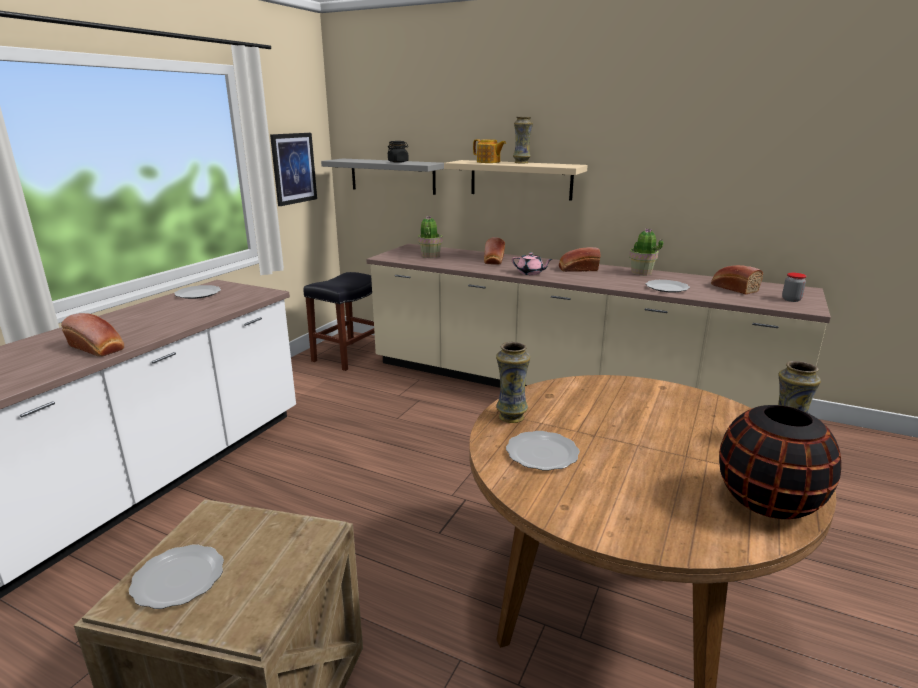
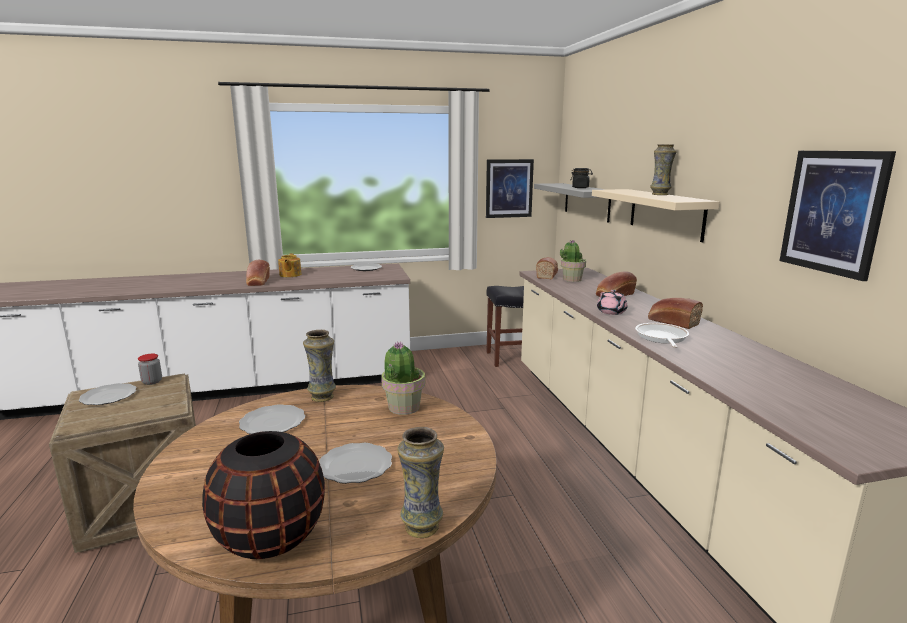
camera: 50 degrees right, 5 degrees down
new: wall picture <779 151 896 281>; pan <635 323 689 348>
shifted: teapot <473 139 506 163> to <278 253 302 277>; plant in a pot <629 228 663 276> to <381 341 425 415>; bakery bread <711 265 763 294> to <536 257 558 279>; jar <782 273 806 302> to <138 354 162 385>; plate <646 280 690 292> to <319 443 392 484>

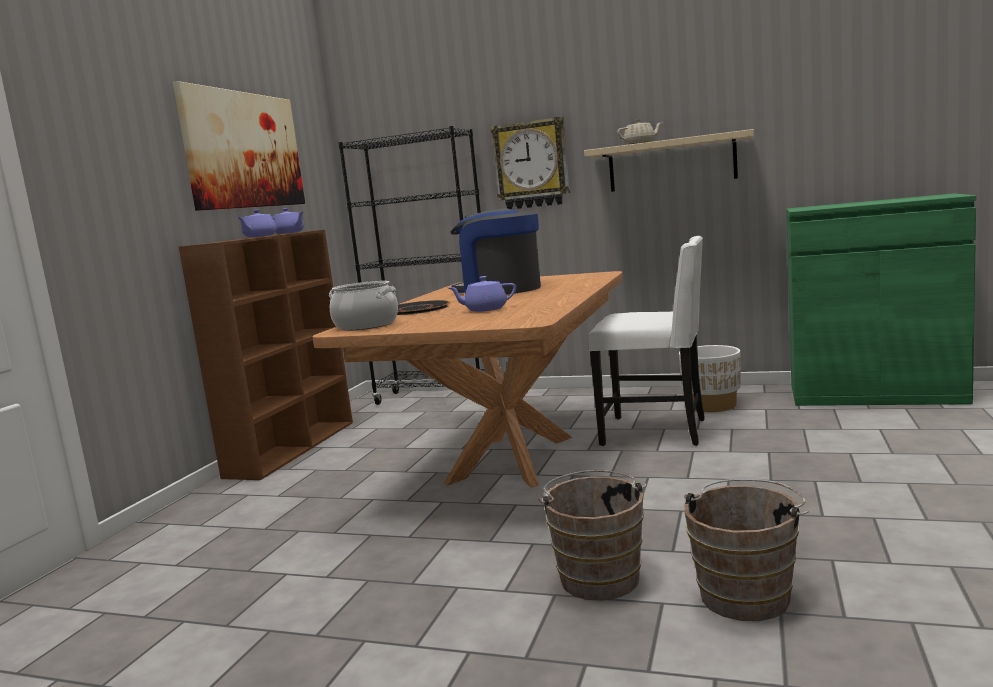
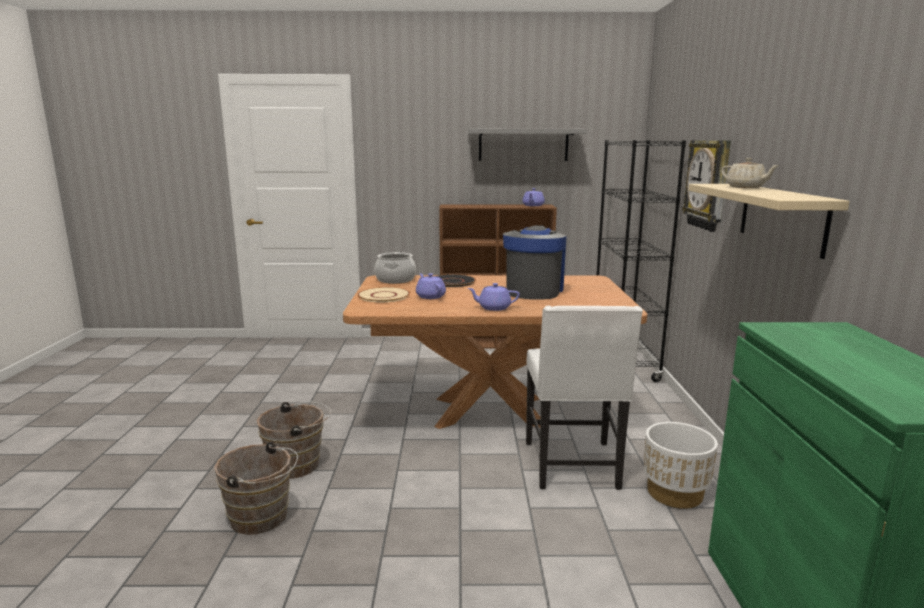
camera: 70 degrees right, 5 degrees up
new: sand-coloured plate <358 287 410 302>
shifted: purple teapot <237 210 277 237> to <467 283 520 311>
swapped: wall picture <173 81 305 211> to greyish bracket shelf <468 129 587 161>

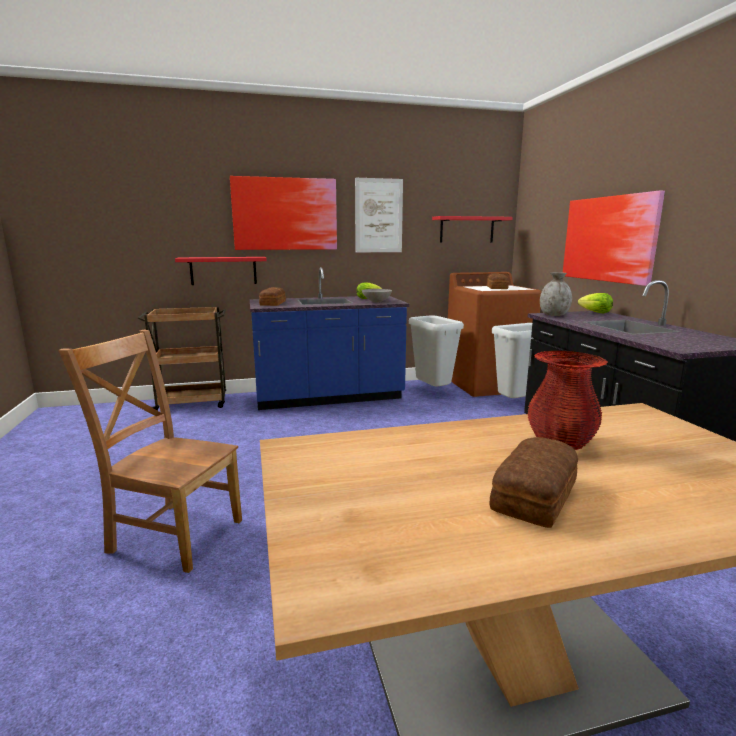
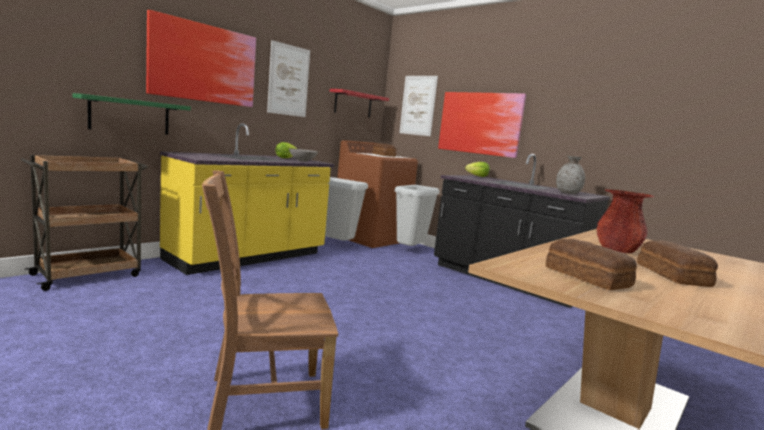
camera: 35 degrees left, 5 degrees down
new: wall picture <399 76 438 136>
shifted: greyish decorative vase <540 272 572 316> to <556 156 585 194>; bakery bread <259 287 286 306> to <546 239 637 290>
repainted: red bracket shelf <175 257 267 285> to green bracket shelf <73 93 191 135>; blue kitchen counter <250 267 409 410> to yellow-coloured kitchen counter <160 123 334 275>

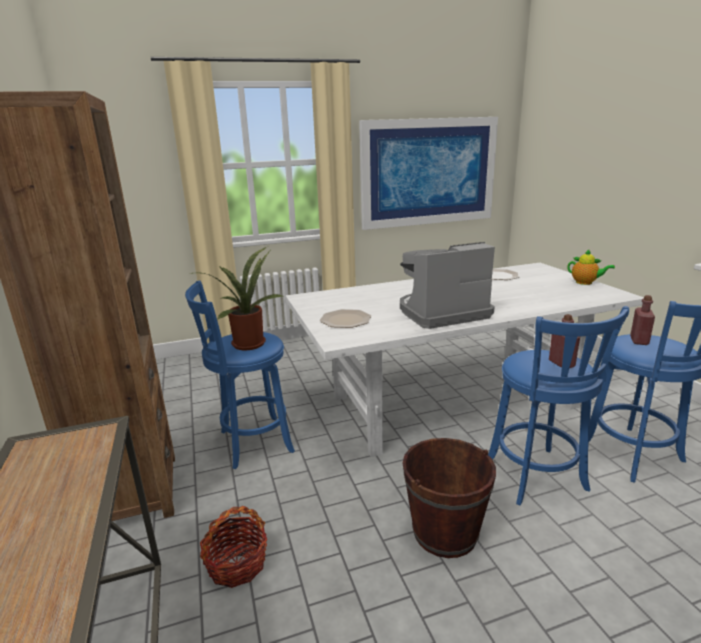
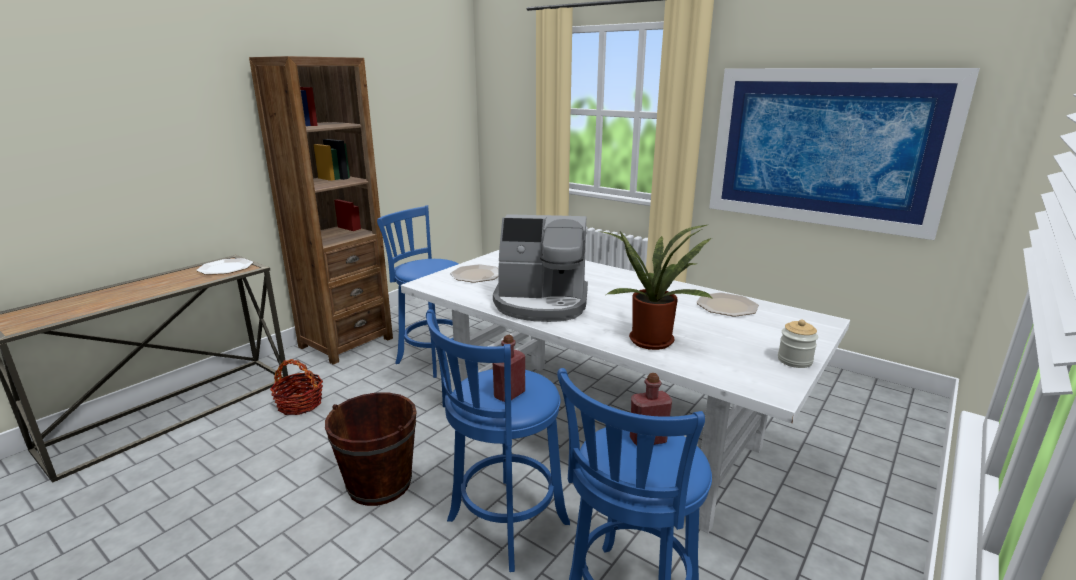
camera: 55 degrees right, 0 degrees up
new: plate <197 258 253 275>
shifted: plant in a pot <188 246 282 350> to <598 225 714 350>
swapped: teapot <567 249 615 285> to jar <778 320 818 368>
rotated: coffee maker <400 242 495 329> = <493 214 588 322> 150 degrees clockwise

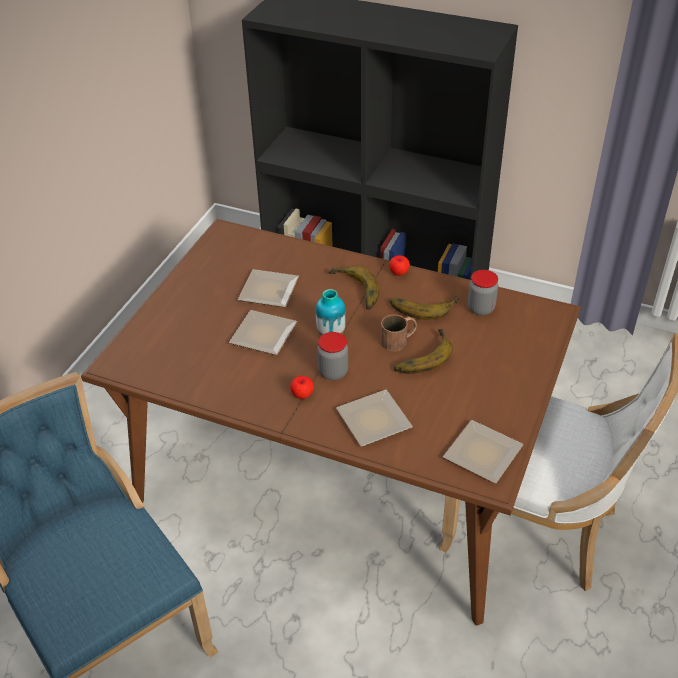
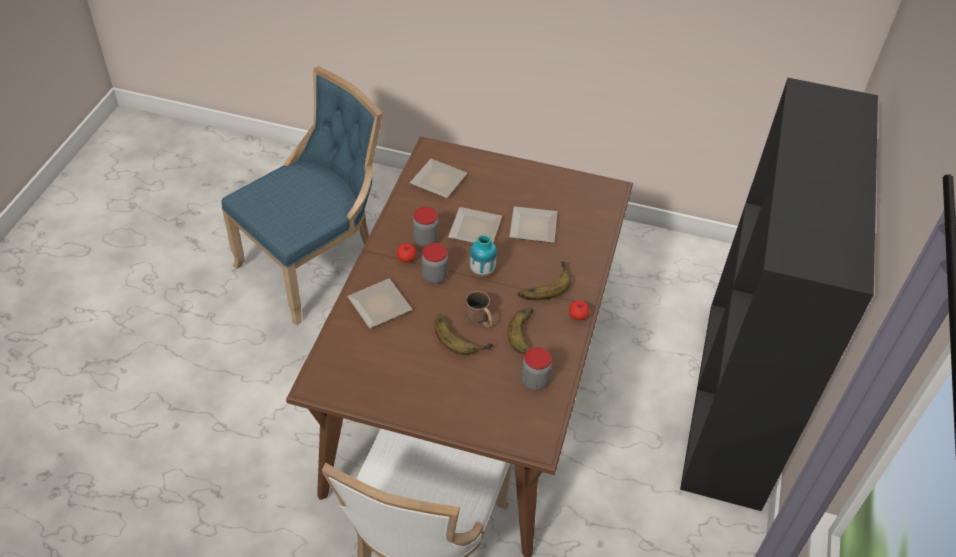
camera: 80 degrees right, 5 degrees up
new: jar <413 207 439 247>
shifted: plate <443 420 523 483> to <410 159 467 198>

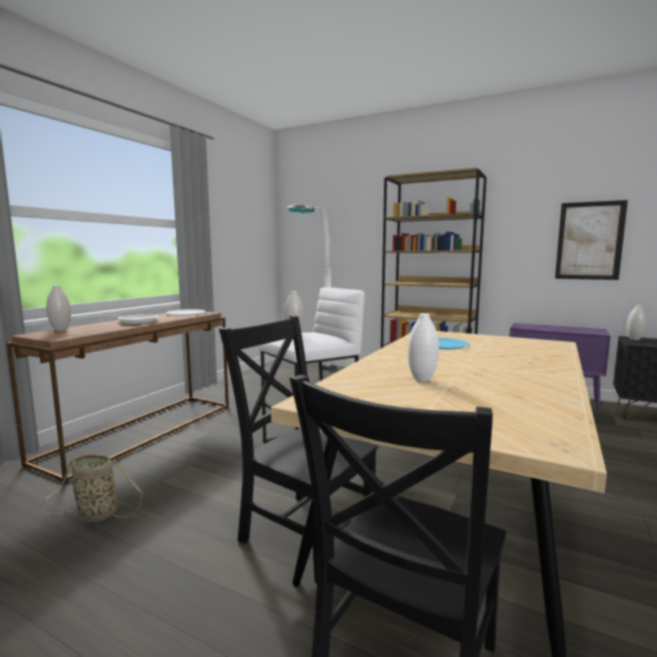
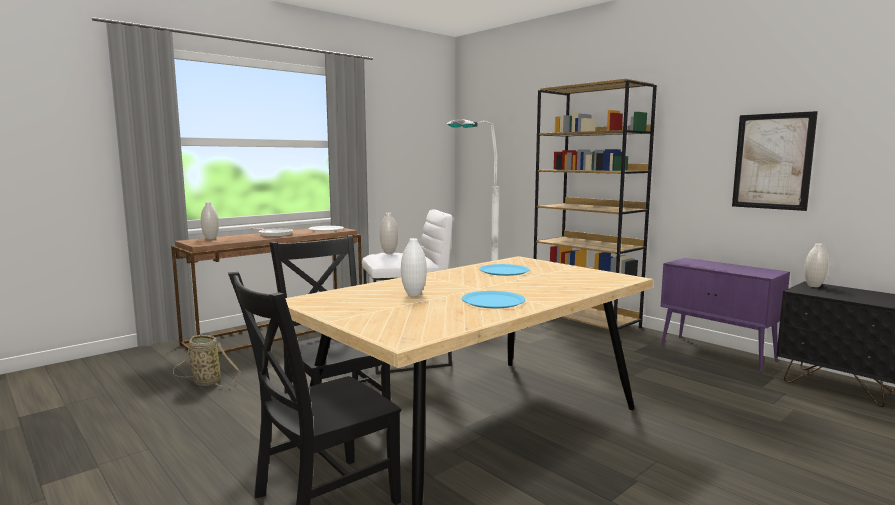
camera: 20 degrees right, 0 degrees up
new: blue plate <462 291 525 308>

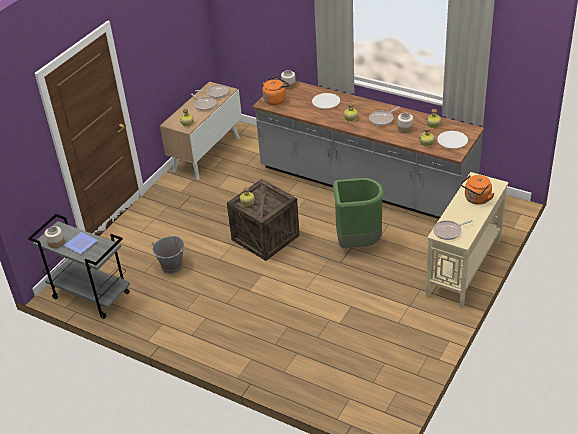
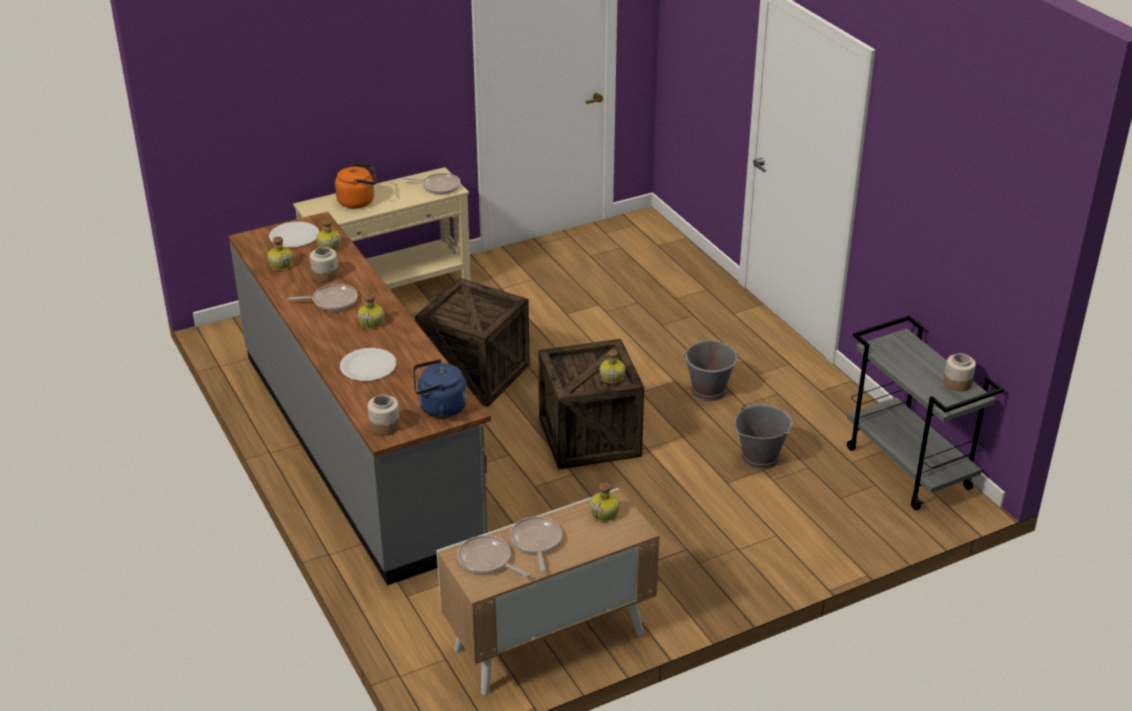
camera: 150 degrees left, 5 degrees down
gone: plate <64 232 98 254>
new: greyish water bucket <682 340 740 401>
swapped: green trash can <333 178 384 248> to packing crate <415 278 530 407>
repainted: orange kettle <262 77 290 105> to blue kettle <413 359 467 418>

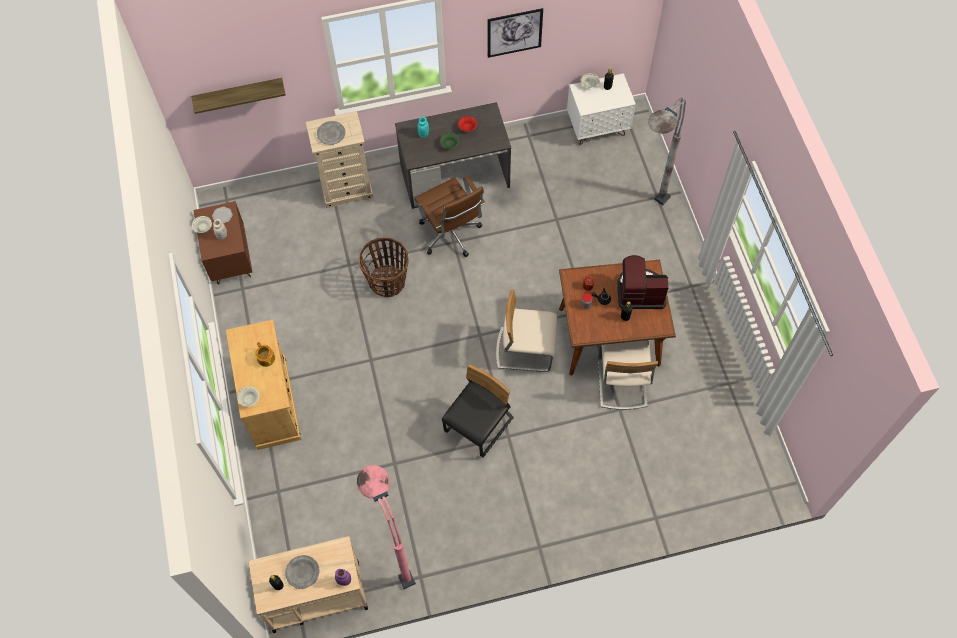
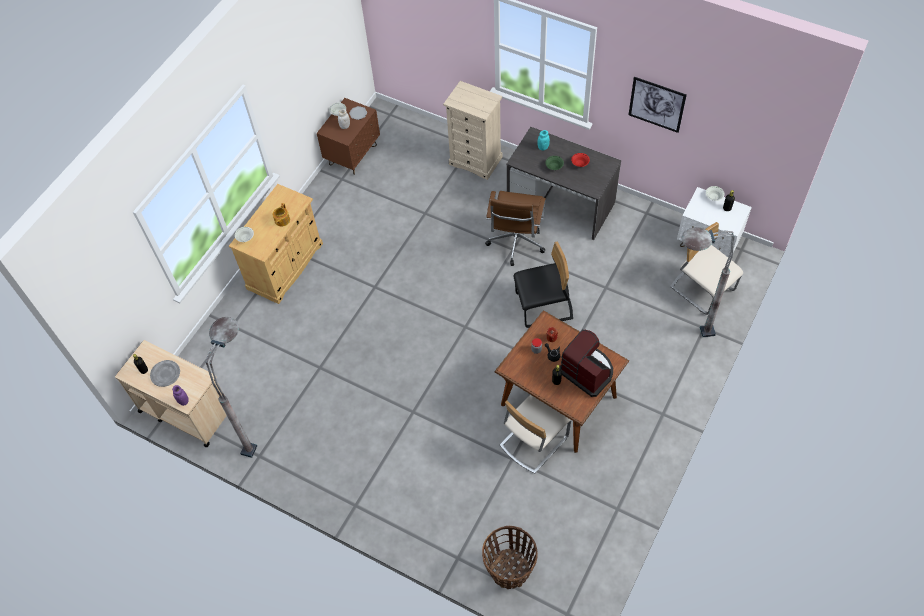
camera: 45 degrees right, 5 degrees down
gone: bracket shelf <191 78 286 114>; greyish plate <317 121 346 145>
shifted: household basket <359 238 409 297> to <482 526 538 589>; sand-coloured chair <496 289 557 372> to <670 222 743 315>; black chair <442 364 514 457> to <513 242 573 328>
repainted: pinkish floor lamp <357 465 416 589> to greyish floor lamp <206 317 257 458>

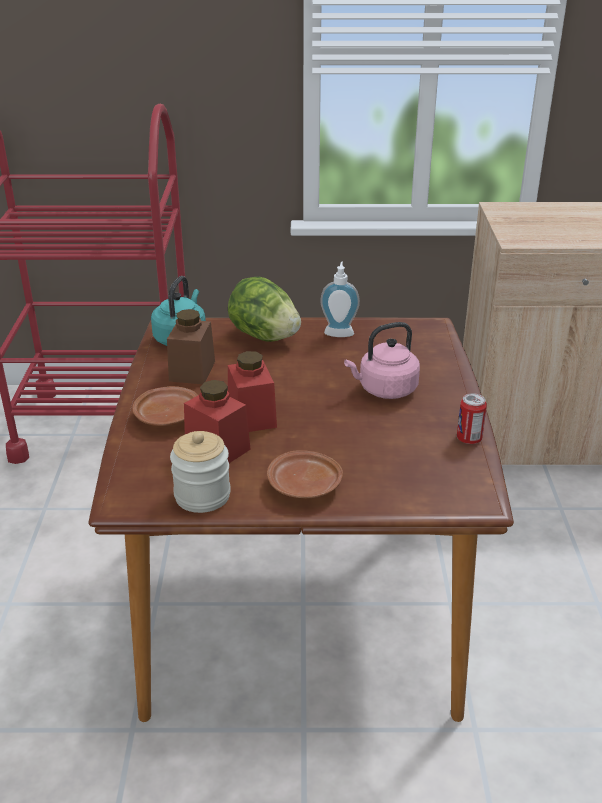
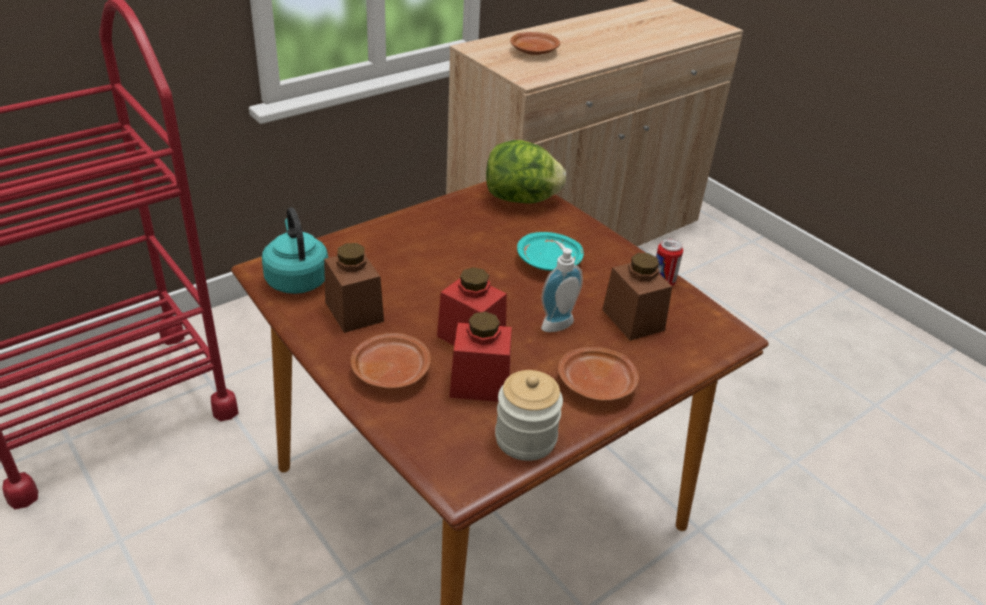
camera: 40 degrees left, 5 degrees up
new: brown plate <510 32 560 55>; brown jar <602 253 672 341>
shifted: liquid soap bottle <320 261 360 337> to <541 241 583 332>; lettuce head <228 277 301 342> to <486 140 566 203>
swapped: pinkish kettle <344 322 420 399> to blue-green plate <517 232 584 271>

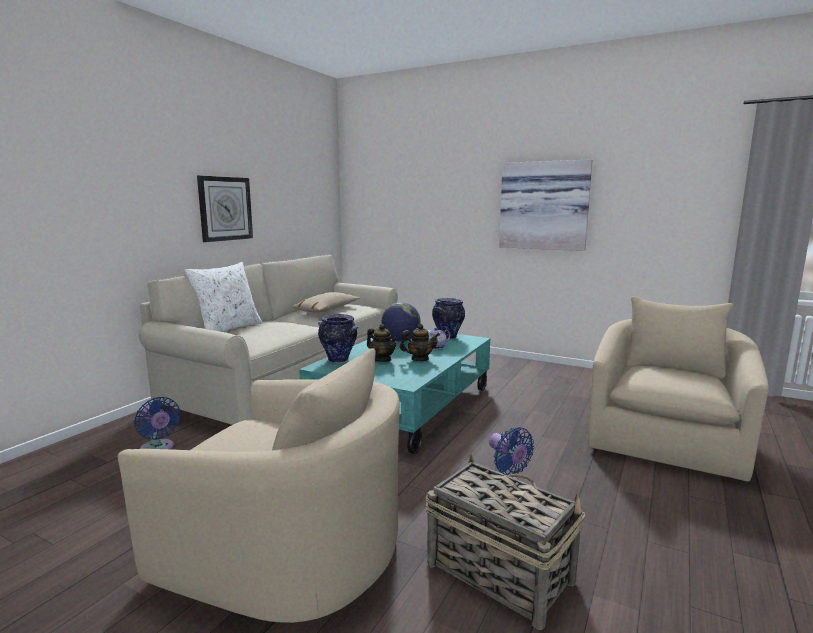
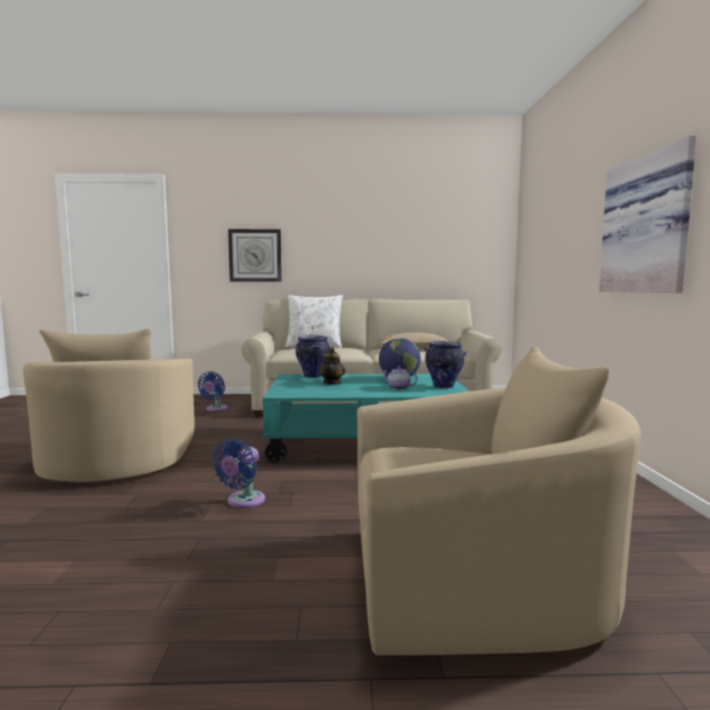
camera: 60 degrees right, 5 degrees down
gone: teapot <400 324 440 361>; household basket <425 453 585 630>
shifted: wall clock <197 175 253 242> to <228 229 282 282>

